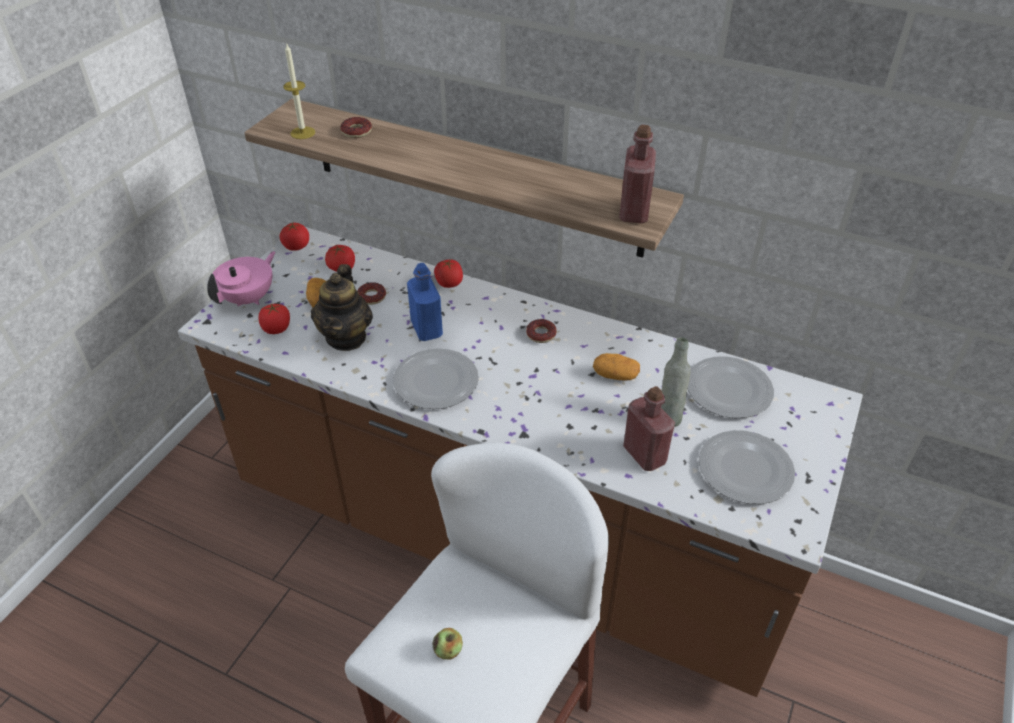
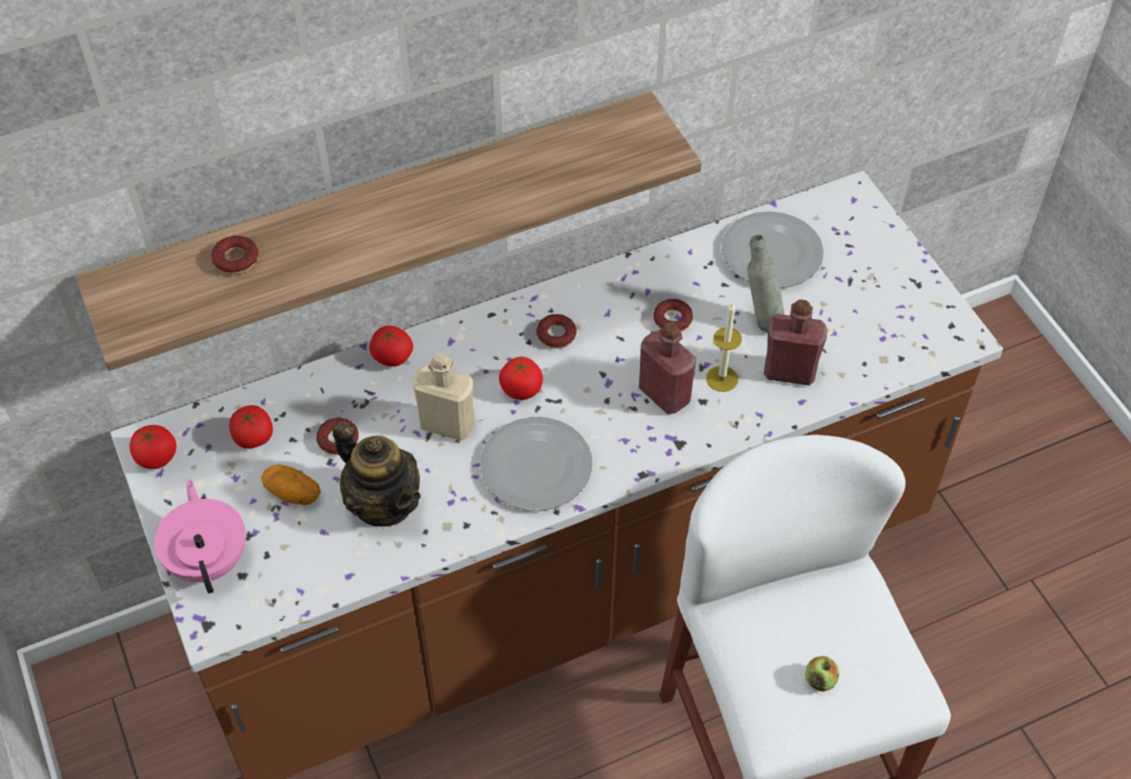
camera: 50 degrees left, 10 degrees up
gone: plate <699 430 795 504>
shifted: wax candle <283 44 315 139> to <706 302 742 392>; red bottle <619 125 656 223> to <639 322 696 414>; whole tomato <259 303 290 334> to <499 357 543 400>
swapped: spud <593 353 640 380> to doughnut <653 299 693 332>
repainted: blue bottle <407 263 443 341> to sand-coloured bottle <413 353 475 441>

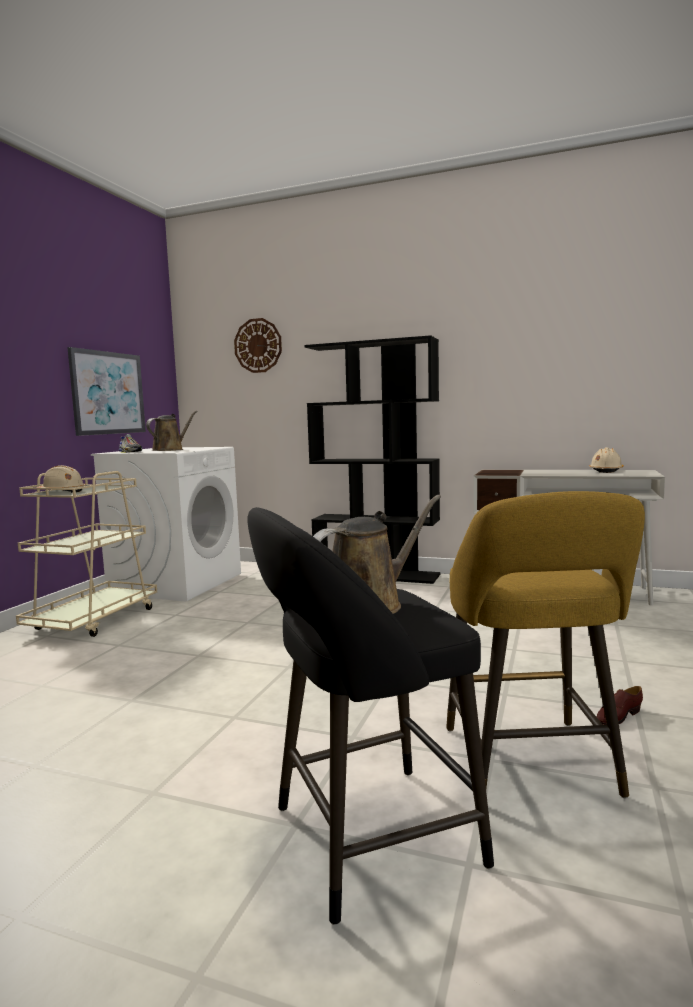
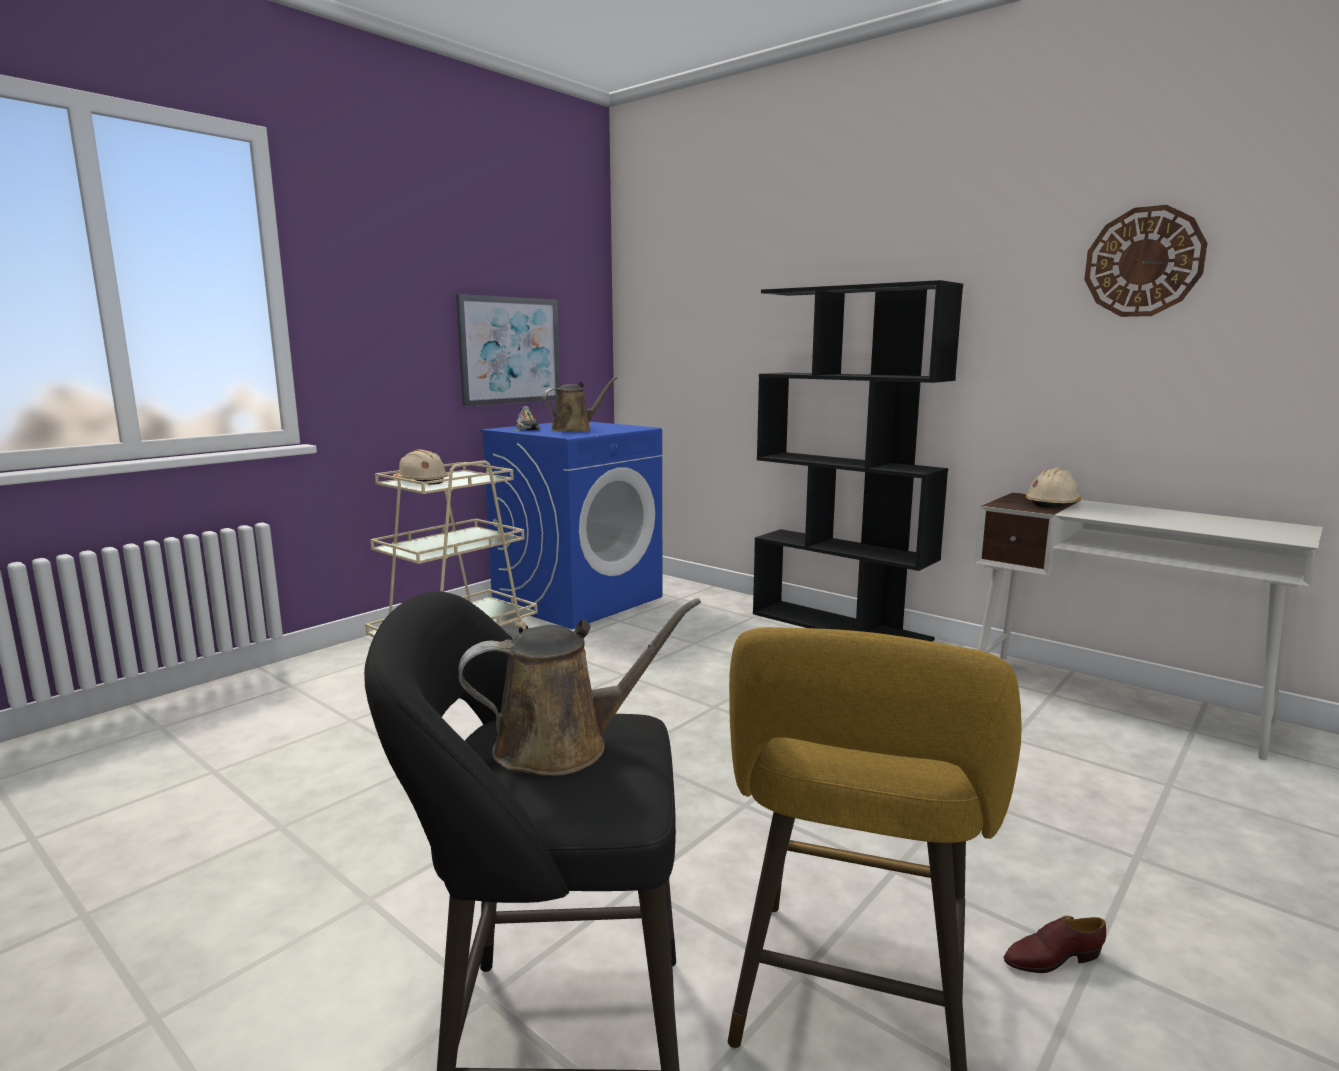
camera: 20 degrees right, 5 degrees up
shifted: wall clock <234 318 282 373> to <1084 205 1208 317>; sand-coloured safety helmet <589 447 624 473> to <1025 467 1081 508>
repainted: whitish laundry machine <91 447 241 602> to blue laundry machine <480 422 662 629>

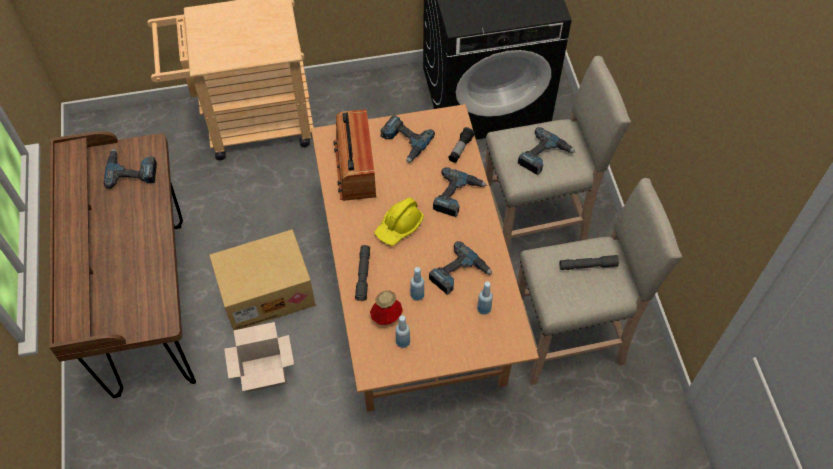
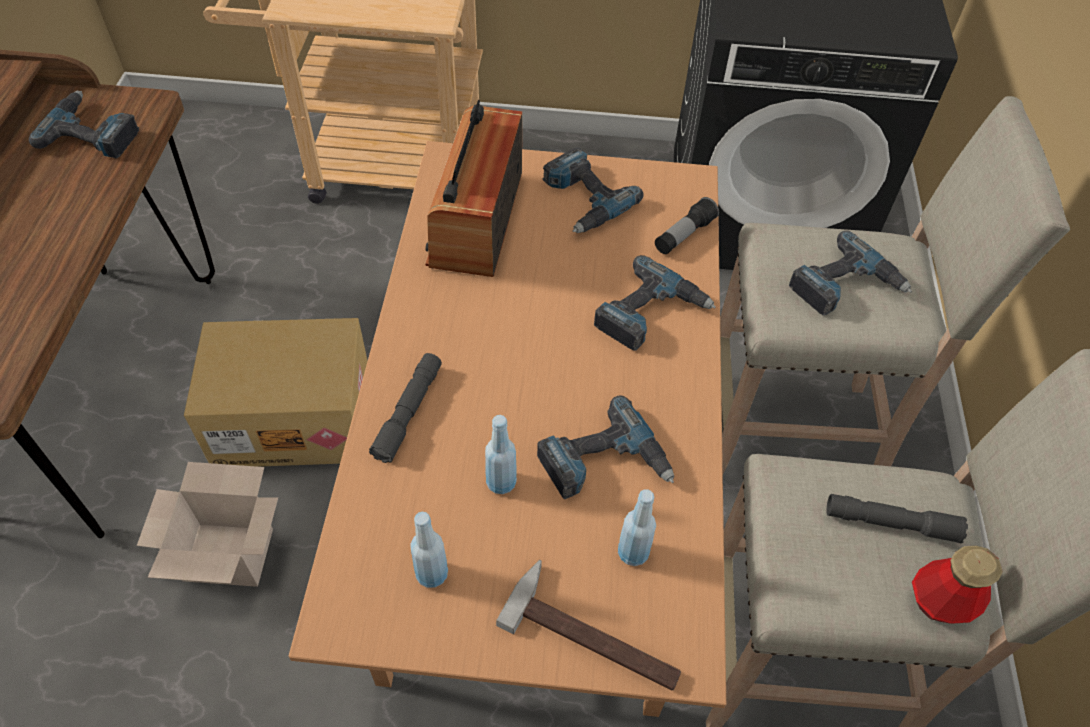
camera: 15 degrees right, 5 degrees down
gone: yellow-coloured safety helmet <374 197 424 246>
new: hand hammer <496 560 681 691>
shifted: bottle <370 291 403 325> to <912 546 1003 624>

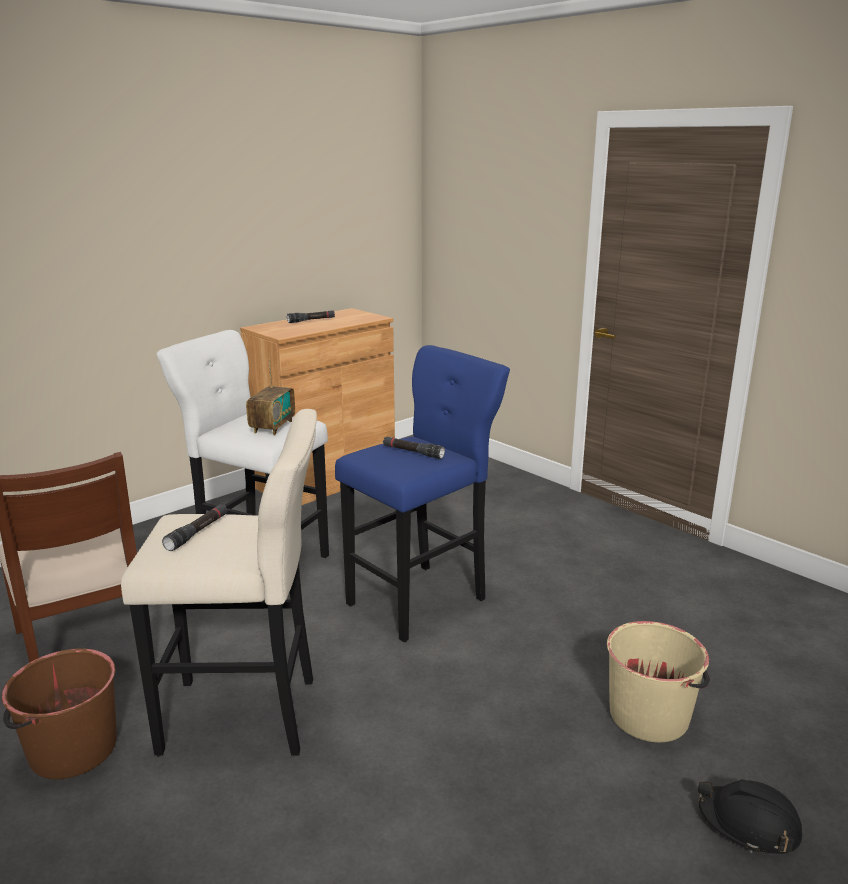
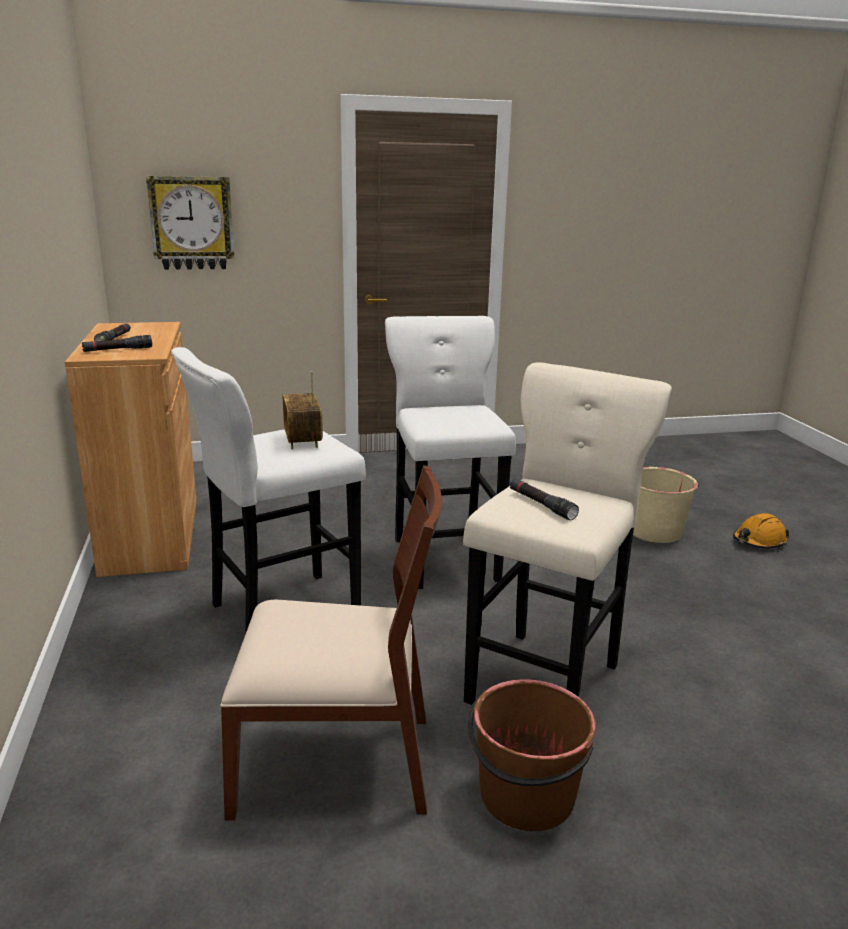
camera: 60 degrees left, 0 degrees up
new: wall clock <146 176 234 270>
shifted: black flashlight <383 437 445 459> to <82 335 152 352>
repainted: blue stool <335 345 510 642> to whitish stool <385 316 516 589>; black safety helmet <698 779 802 854> to orange safety helmet <733 513 789 549>
rotated: radio <246 359 295 435> = <283 372 323 449> 150 degrees counterclockwise

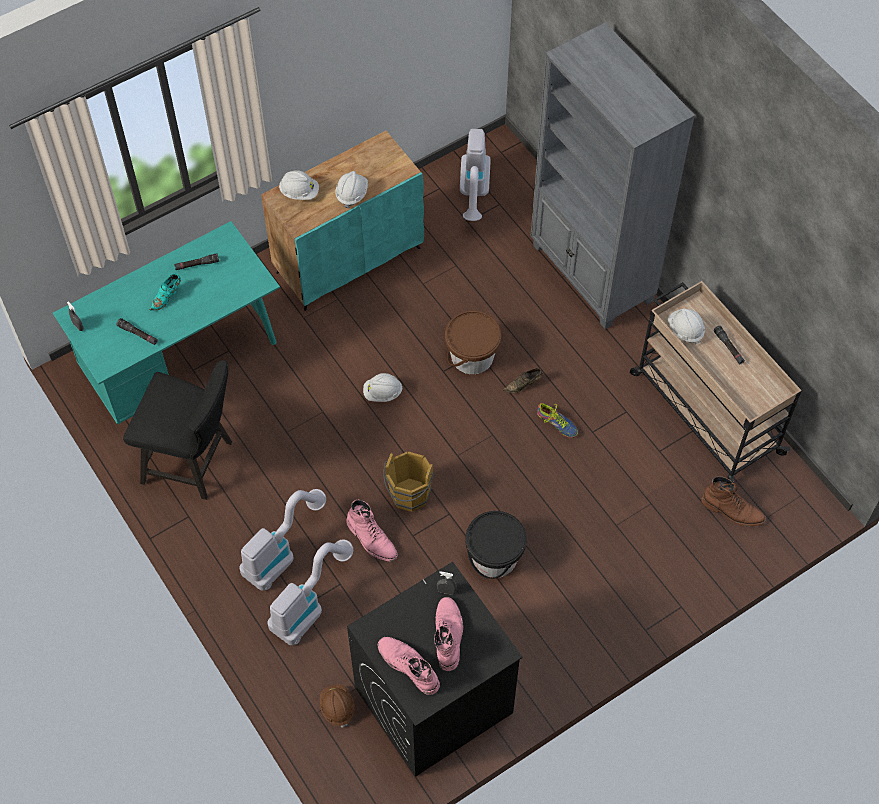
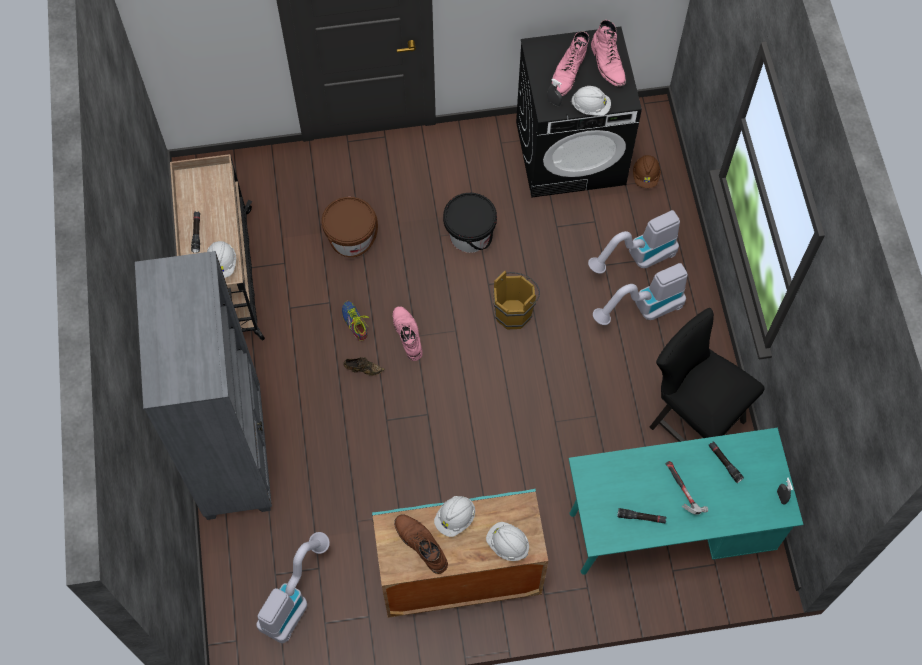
camera: 155 degrees left, 5 degrees up
shifted: brown water bucket <445 311 501 374> to <322 197 378 257>; whitish safety helmet <363 373 403 402> to <571 86 611 116>; brown high-top boot <701 476 766 526> to <394 515 448 574>; pinkish high-top boot <346 500 398 561> to <392 306 423 361>
swapped: blue-green item of footwear <150 274 181 310> to hand hammer <666 461 708 514>

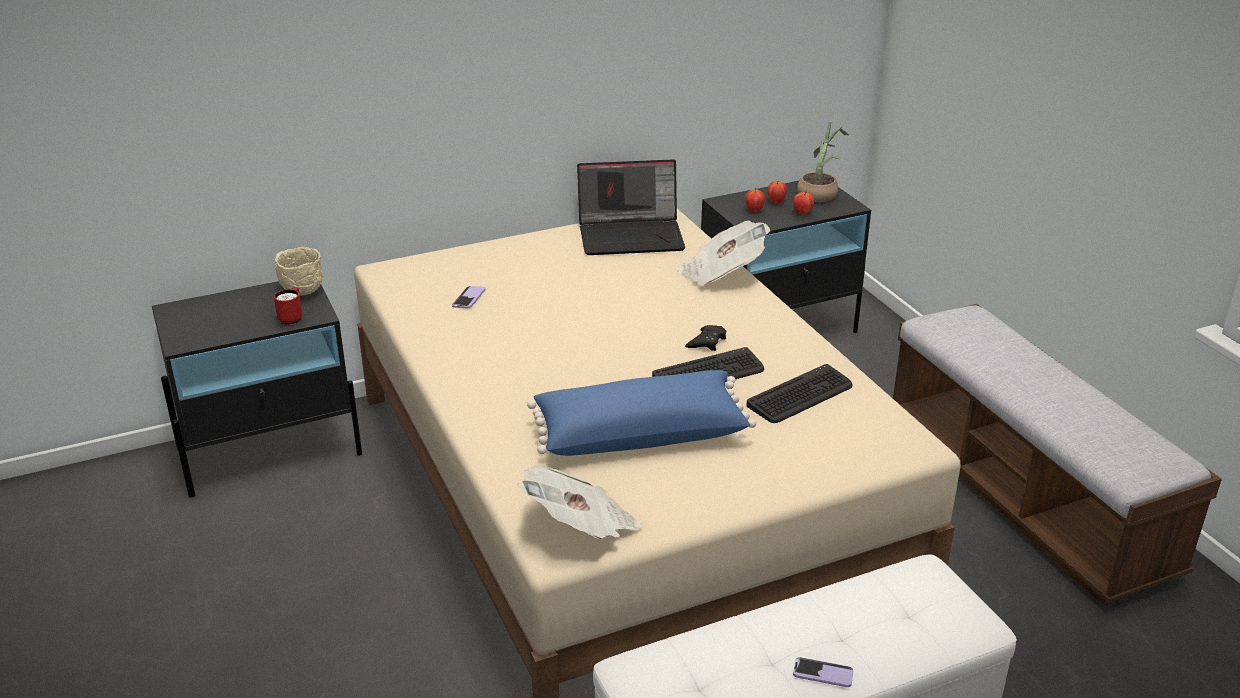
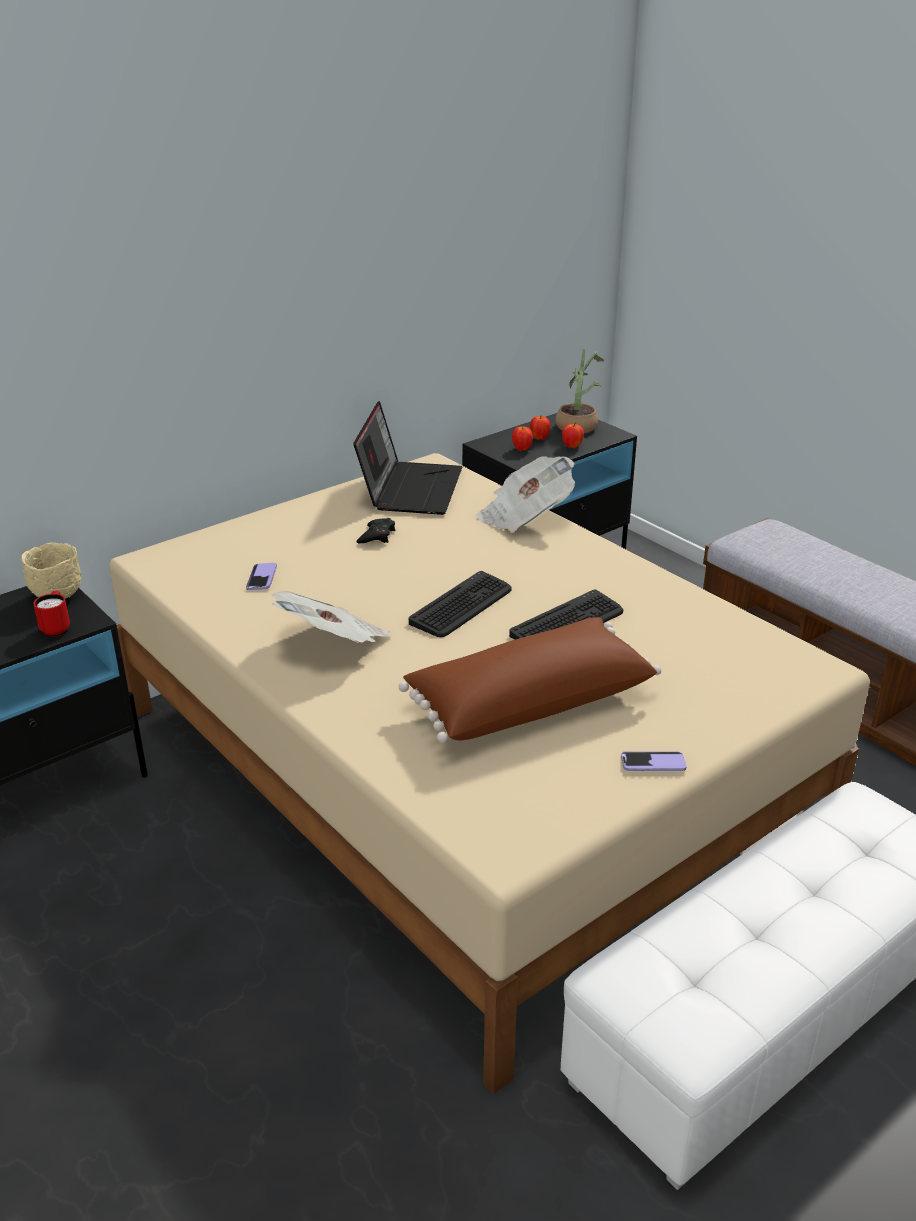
camera: 15 degrees left, 0 degrees up
shifted: black joypad <685 325 726 351> to <356 518 395 543>; keyboard <746 364 853 423> to <409 571 512 637>; printed paper <517 465 643 539> to <272 591 391 643>; telephone <793 657 854 687> to <621 752 687 771>
repainted: blue pillow <527 370 756 456> to brown pillow <399 617 661 743>
rotated: laptop <577 159 685 255> = <353 401 463 515> 60 degrees counterclockwise

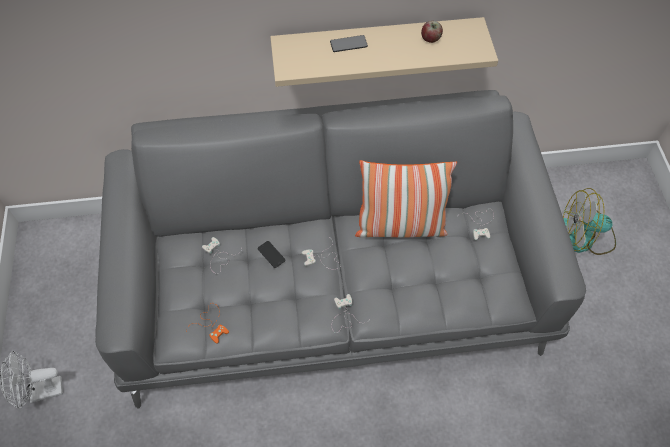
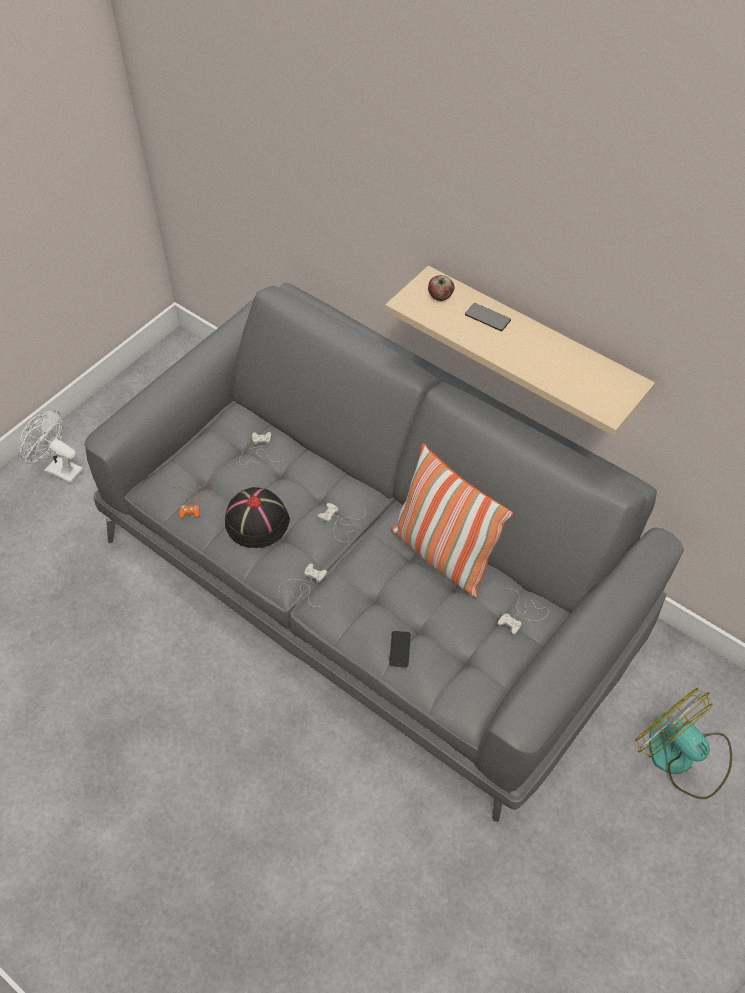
camera: 45 degrees right, 5 degrees down
new: black clothing hat <225 487 290 548>
shifted: apple <421 21 443 43> to <428 275 454 301>; telephone <258 241 285 268> to <389 631 411 667>

